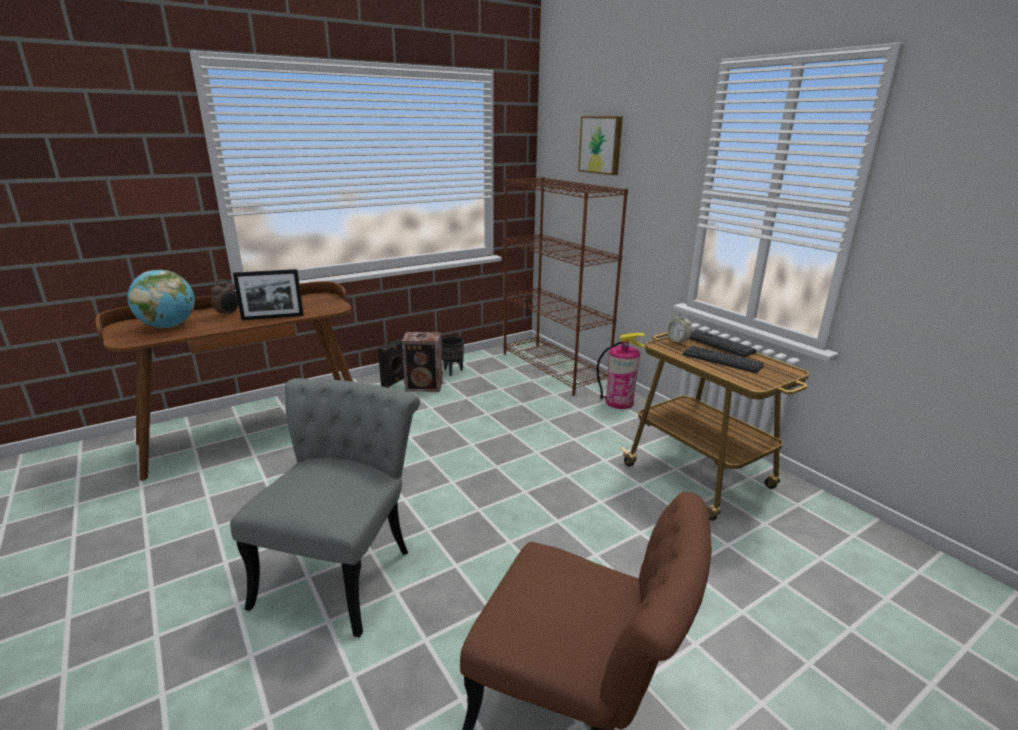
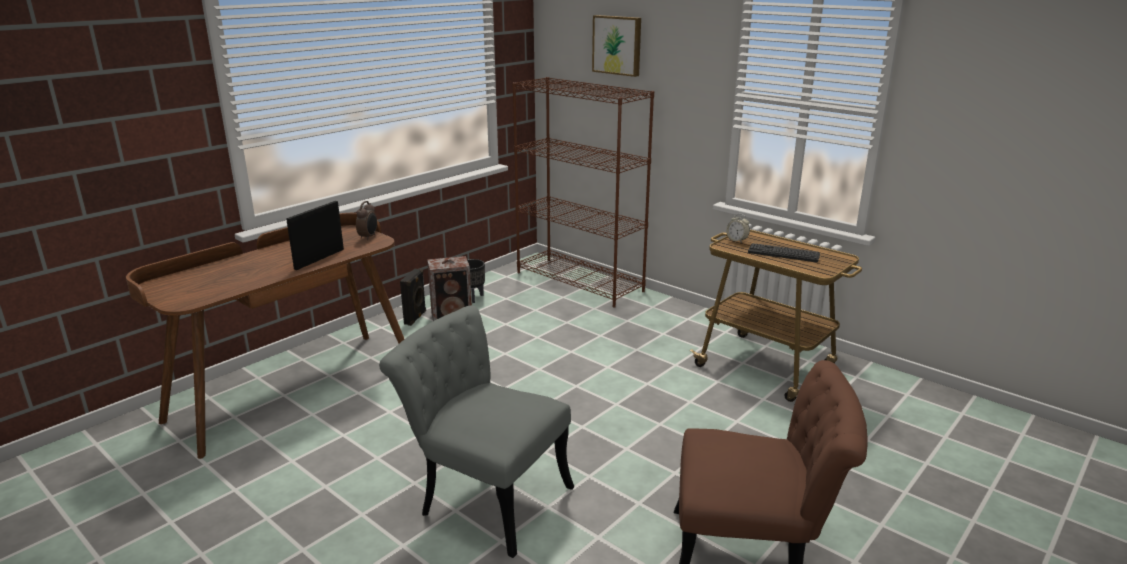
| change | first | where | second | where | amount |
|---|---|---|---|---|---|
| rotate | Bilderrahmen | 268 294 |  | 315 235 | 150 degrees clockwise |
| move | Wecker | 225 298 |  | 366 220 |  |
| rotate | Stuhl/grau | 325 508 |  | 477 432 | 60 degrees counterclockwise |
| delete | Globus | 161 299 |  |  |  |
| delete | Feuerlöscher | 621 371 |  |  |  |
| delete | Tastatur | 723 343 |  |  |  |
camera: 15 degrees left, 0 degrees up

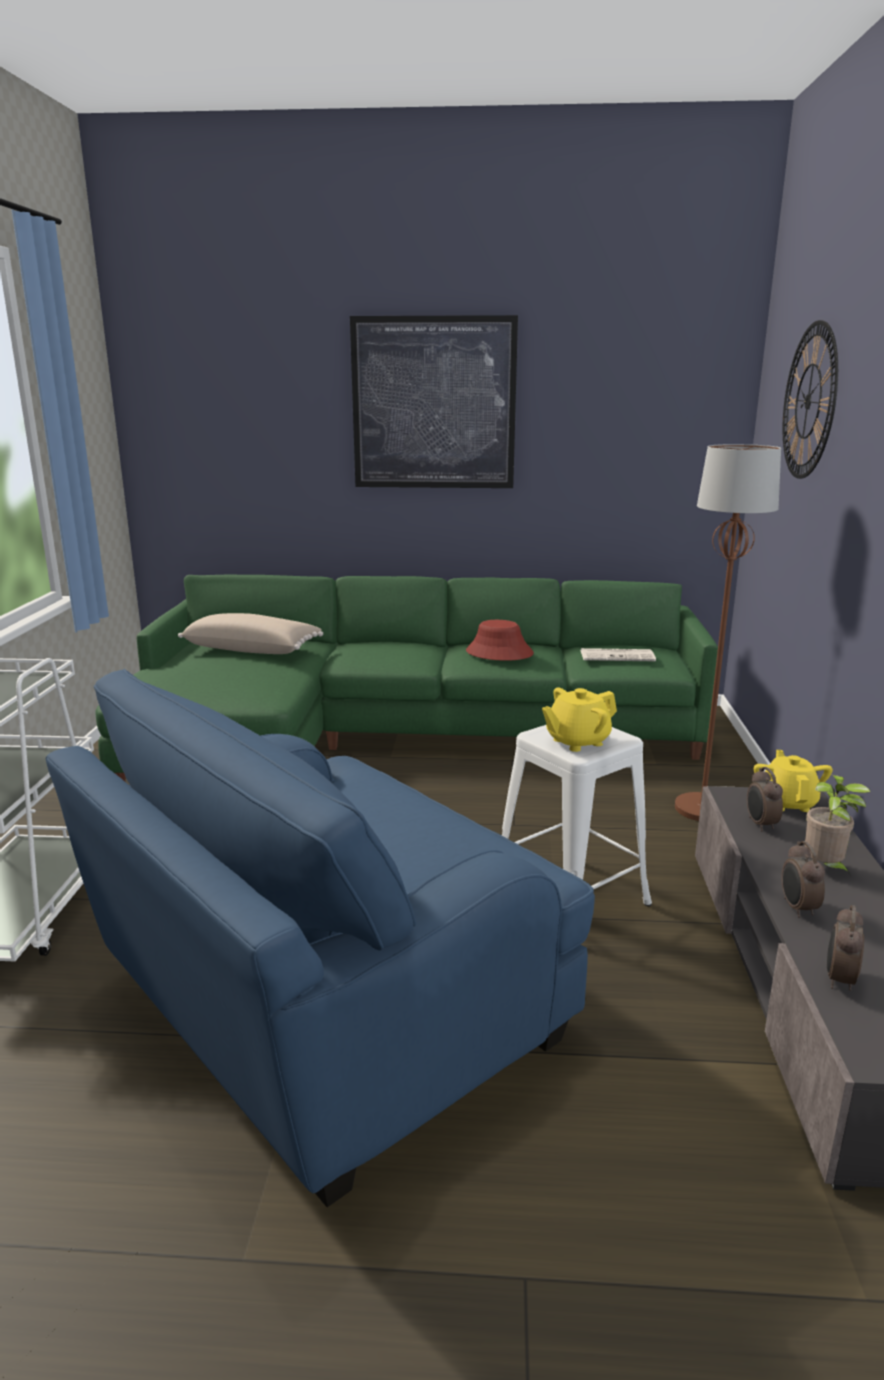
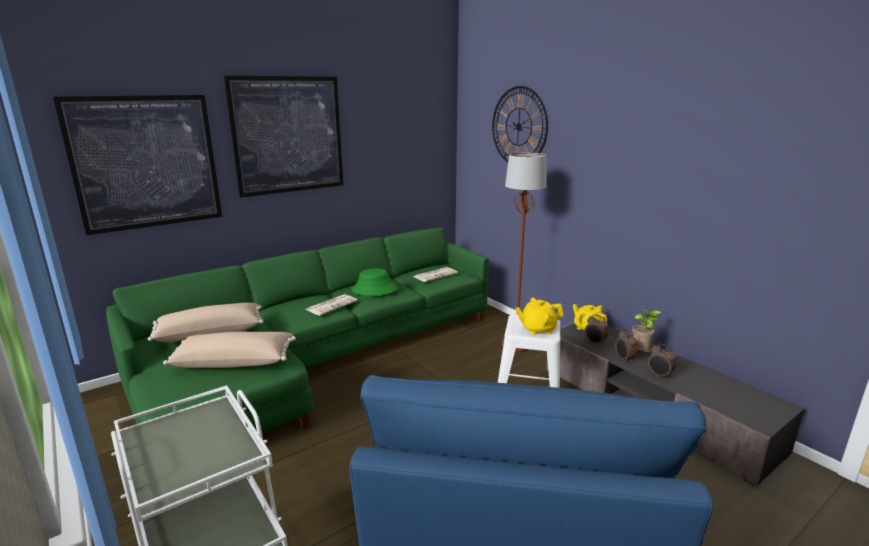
| change | first | where | second | where | amount |
|---|---|---|---|---|---|
| insert |  |  | Bild | 137 165 |  |
| insert |  |  | Kissen/beige | 229 350 |  |
| insert |  |  | Zeitung | 331 305 |  |
| recolor | Hut/rot | 500 640 | Hut/grün | 374 282 |  |
| rotate | Teekanne/gelb | 579 719 |  | 539 316 | 60 degrees clockwise |
| move | Wecker | 845 948 |  | 626 346 |  |
camera: 40 degrees left, 0 degrees up

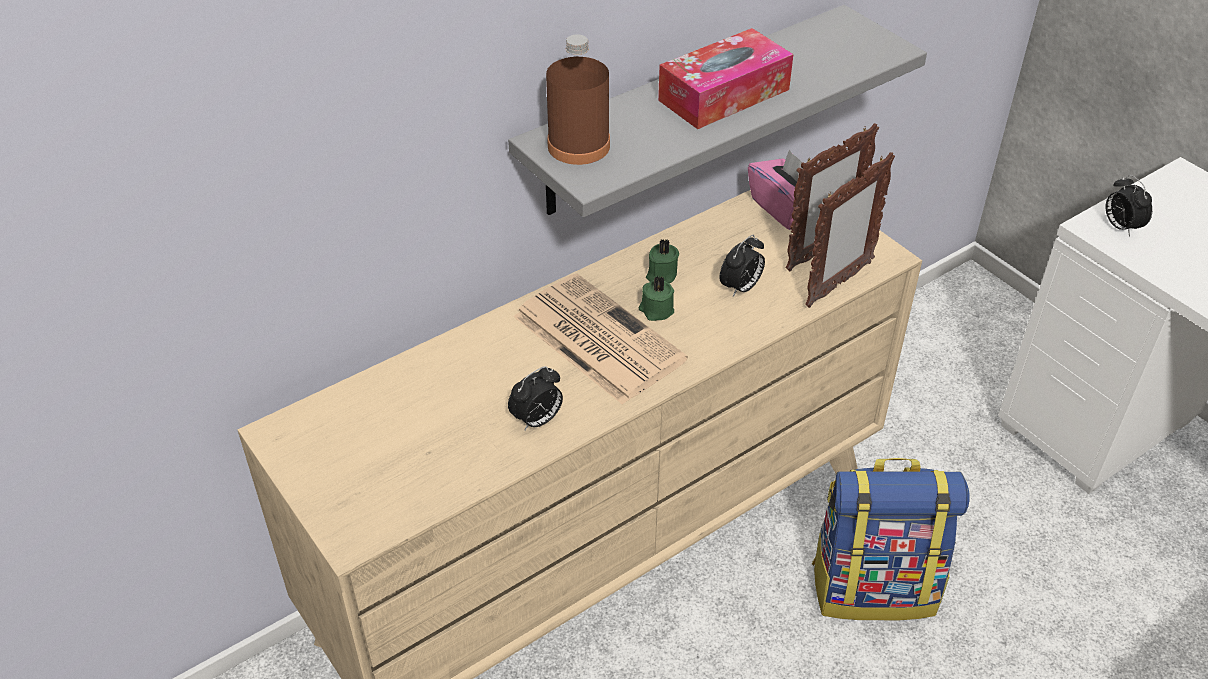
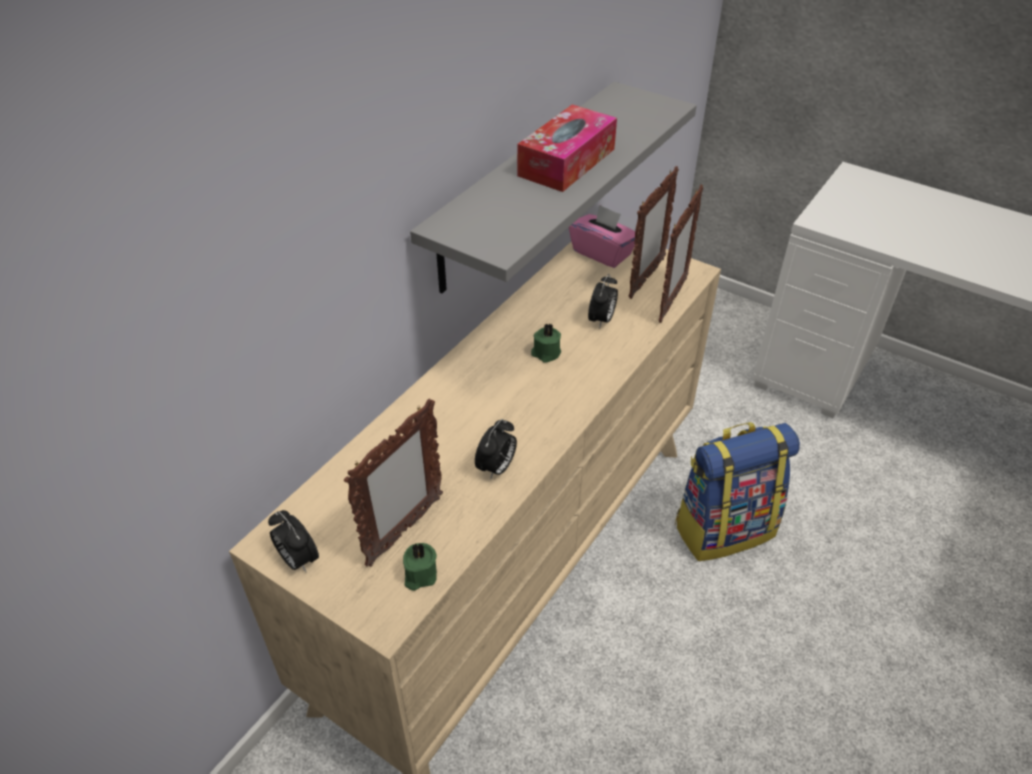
| change | first | where | second | where | amount |
|---|---|---|---|---|---|
| move | Wecker | 1129 206 |  | 293 541 |  |
| insert |  |  | Bilderrahmen | 393 483 |  |
| move | Kerze/grün | 662 261 |  | 420 567 |  |
| delete | Zeitung | 600 339 |  |  |  |
| delete | Flasche/braun | 578 99 |  |  |  |
camera: 20 degrees left, 0 degrees up

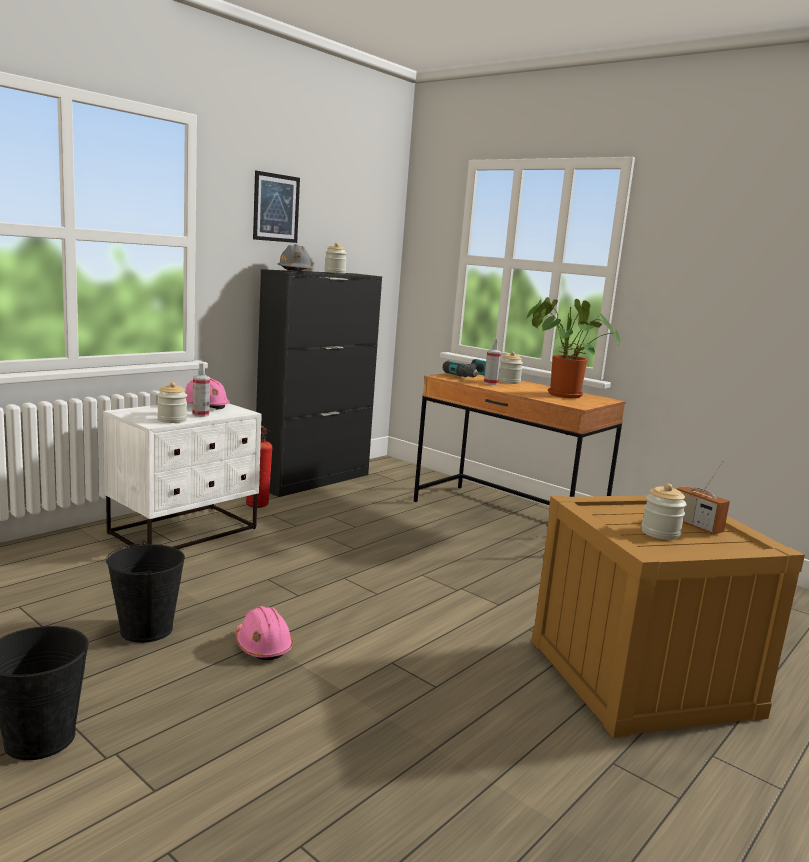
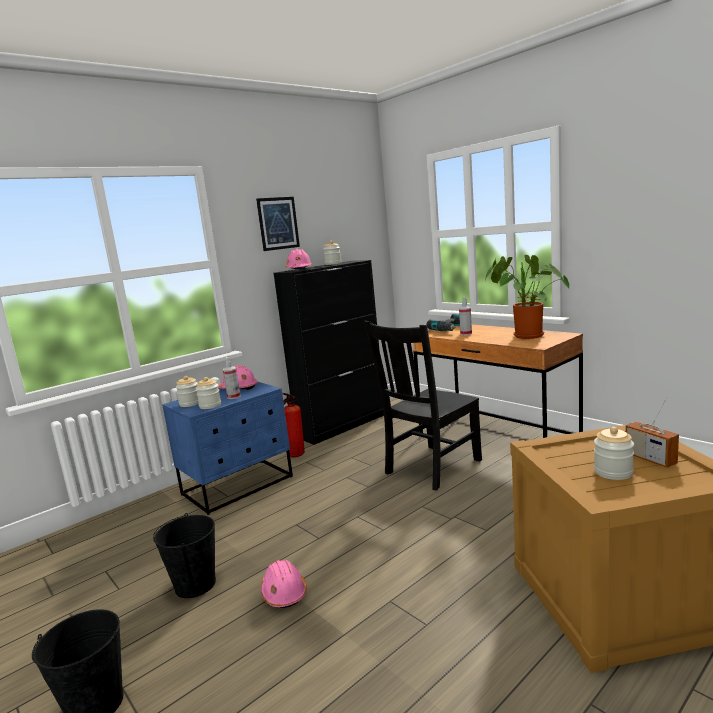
| change | first | where | second | where | amount |
|---|---|---|---|---|---|
| recolor | Nachttisch/weiß | 182 476 | Nachttisch/blau | 227 448 |  |
| move | Vorratsglas | 510 368 |  | 187 391 |  |
| recolor | Schutzhelm/grau | 295 257 | Schutzhelm/rosa | 298 259 |  |
| insert |  |  | Stuhl/schwarz | 423 406 |  |
camera: 10 degrees right, 0 degrees up

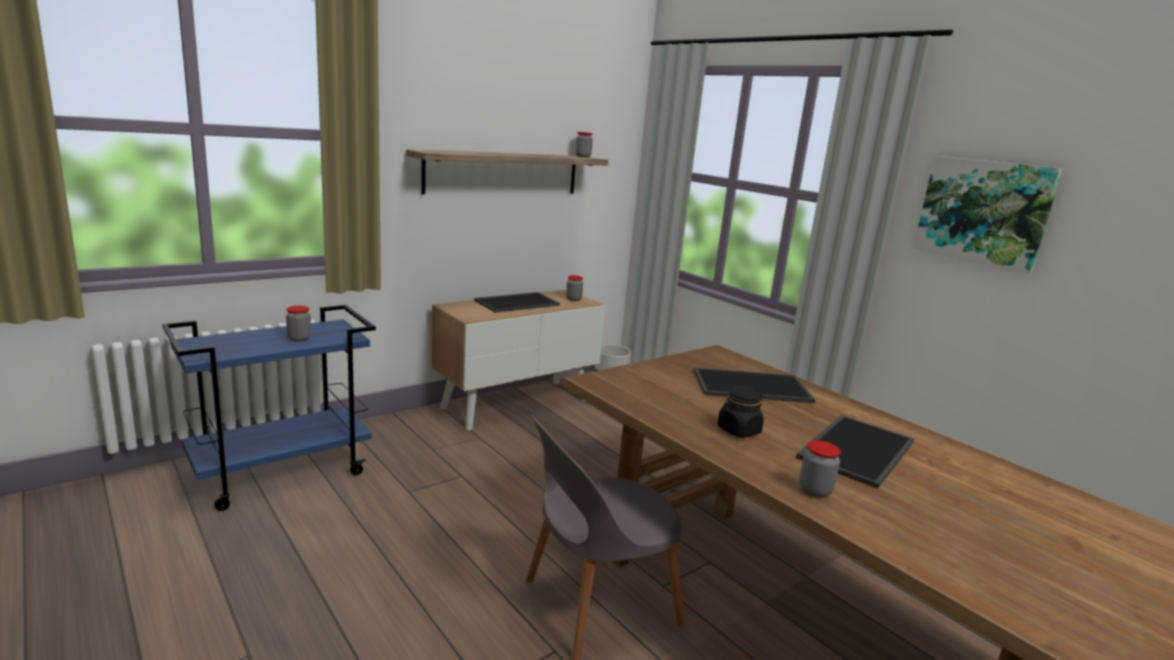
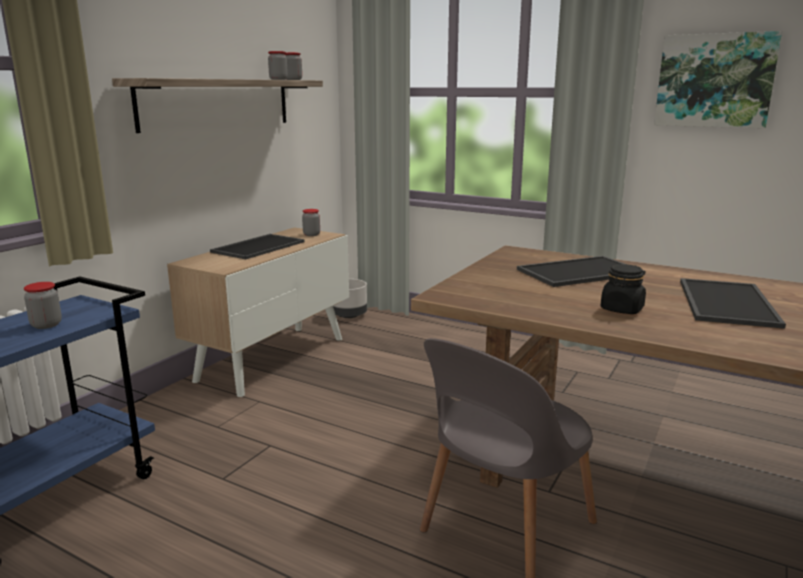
| change | first | where | second | where | amount |
|---|---|---|---|---|---|
| move | Vorratsglas | 820 469 |  | 278 65 |  |
camera: 20 degrees left, 0 degrees up

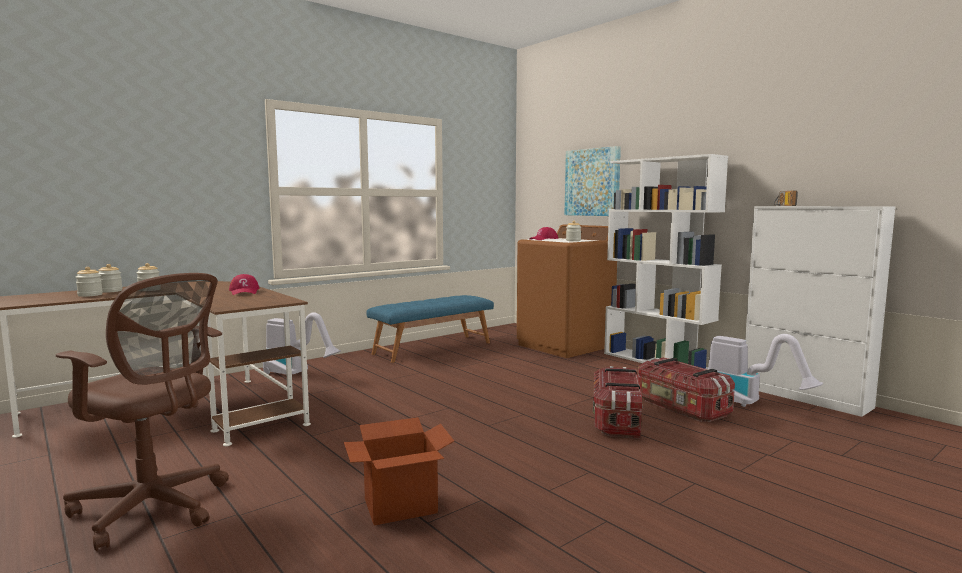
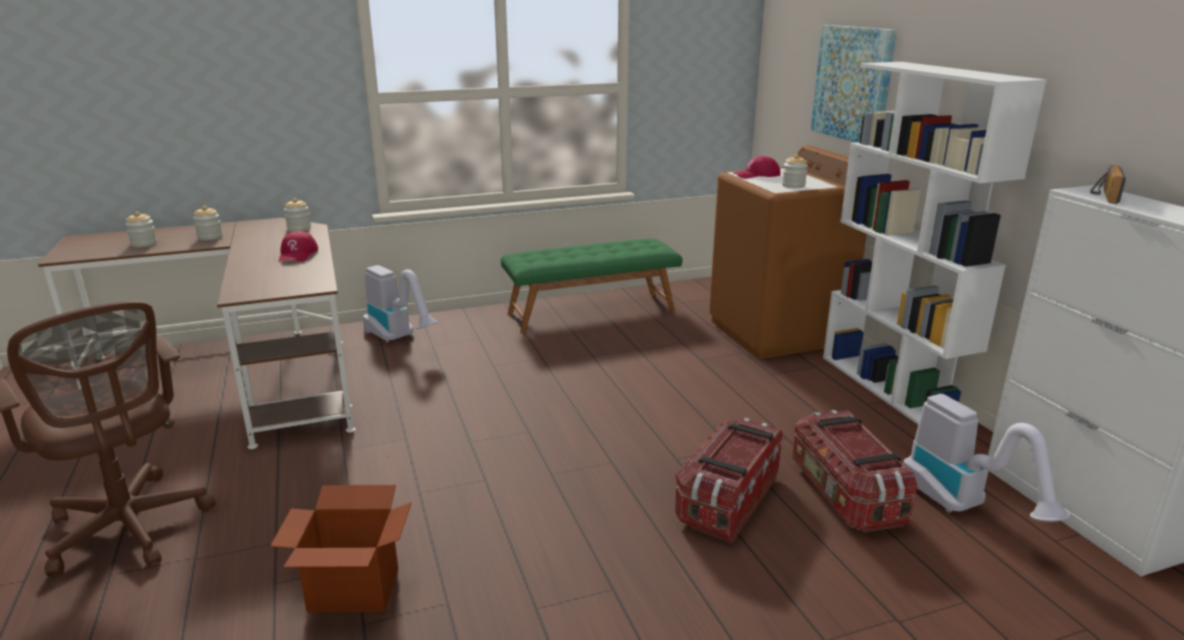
| change | first | where | second | where | amount |
|---|---|---|---|---|---|
| move | Vorratsglas | 111 278 |  | 297 215 |  |
| recolor | Bank/blau | 430 329 | Bank/grün | 591 286 |  |
camera: 20 degrees right, 15 degrees up

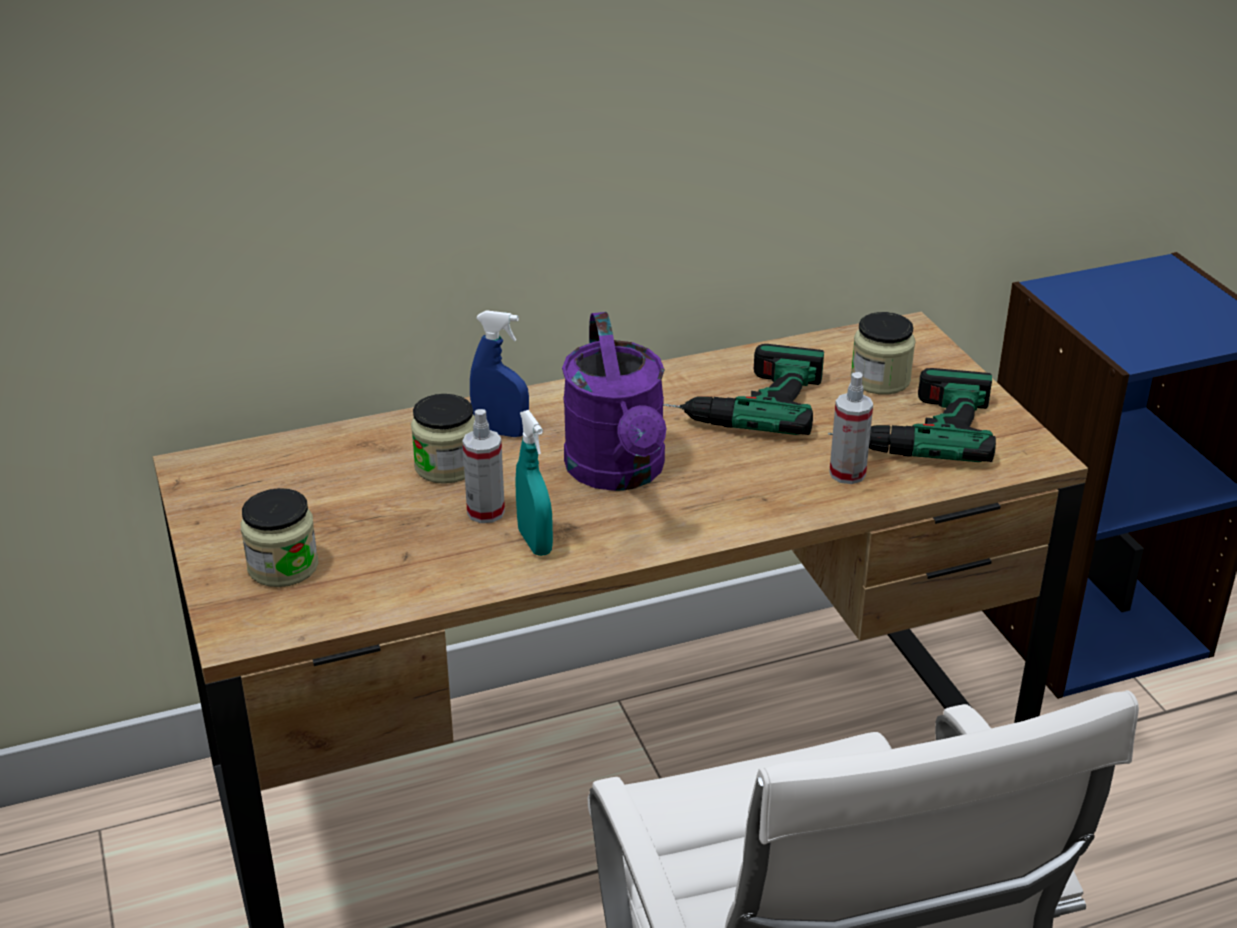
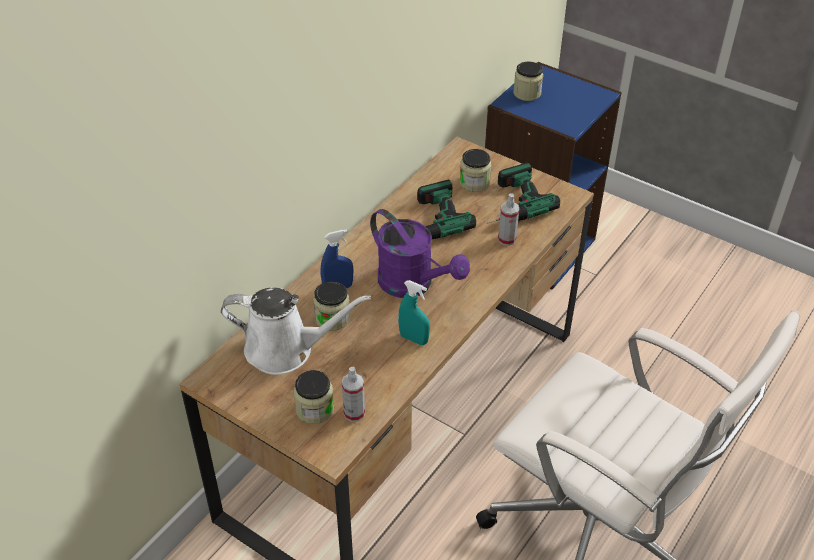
| change | first | where | second | where | amount |
|---|---|---|---|---|---|
| insert |  |  | Gießkanne/weiß | 296 331 |  |
| move | Sprühflasche | 484 466 |  | 353 394 |  |
| insert |  |  | Vorratsglas | 528 81 |  |
camera: 35 degrees left, 10 degrees up

